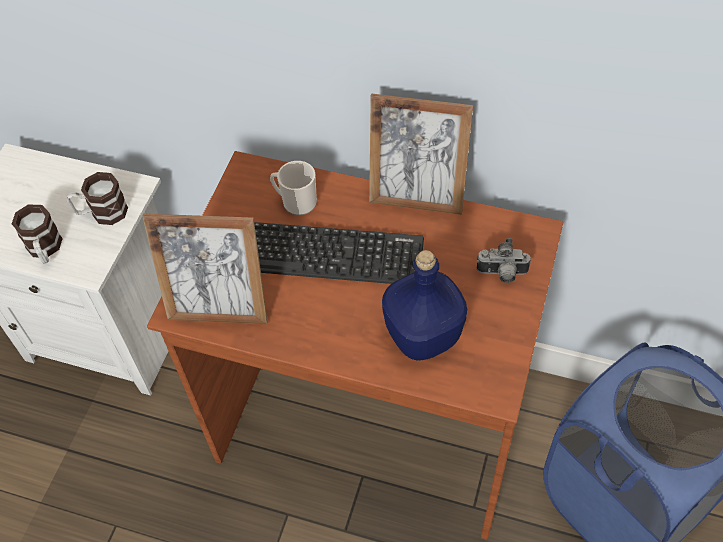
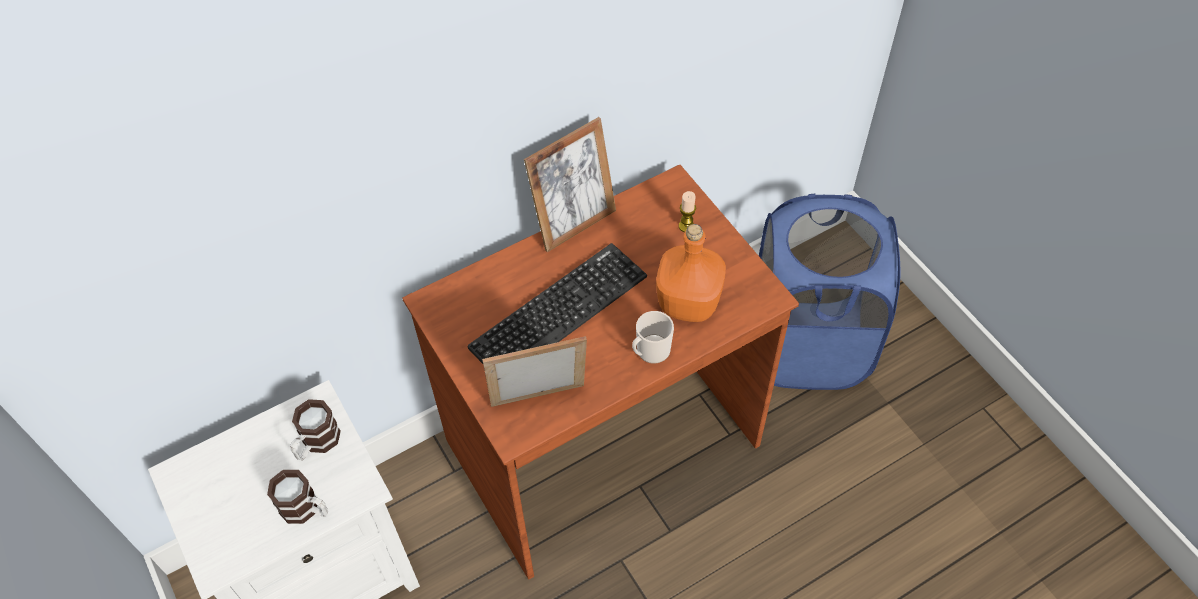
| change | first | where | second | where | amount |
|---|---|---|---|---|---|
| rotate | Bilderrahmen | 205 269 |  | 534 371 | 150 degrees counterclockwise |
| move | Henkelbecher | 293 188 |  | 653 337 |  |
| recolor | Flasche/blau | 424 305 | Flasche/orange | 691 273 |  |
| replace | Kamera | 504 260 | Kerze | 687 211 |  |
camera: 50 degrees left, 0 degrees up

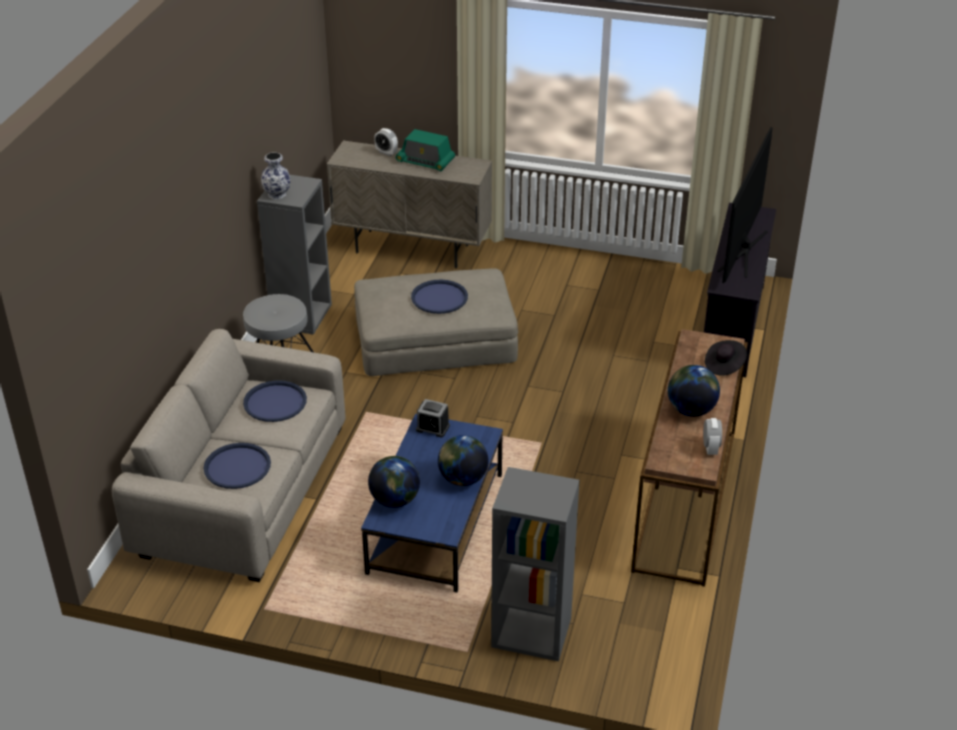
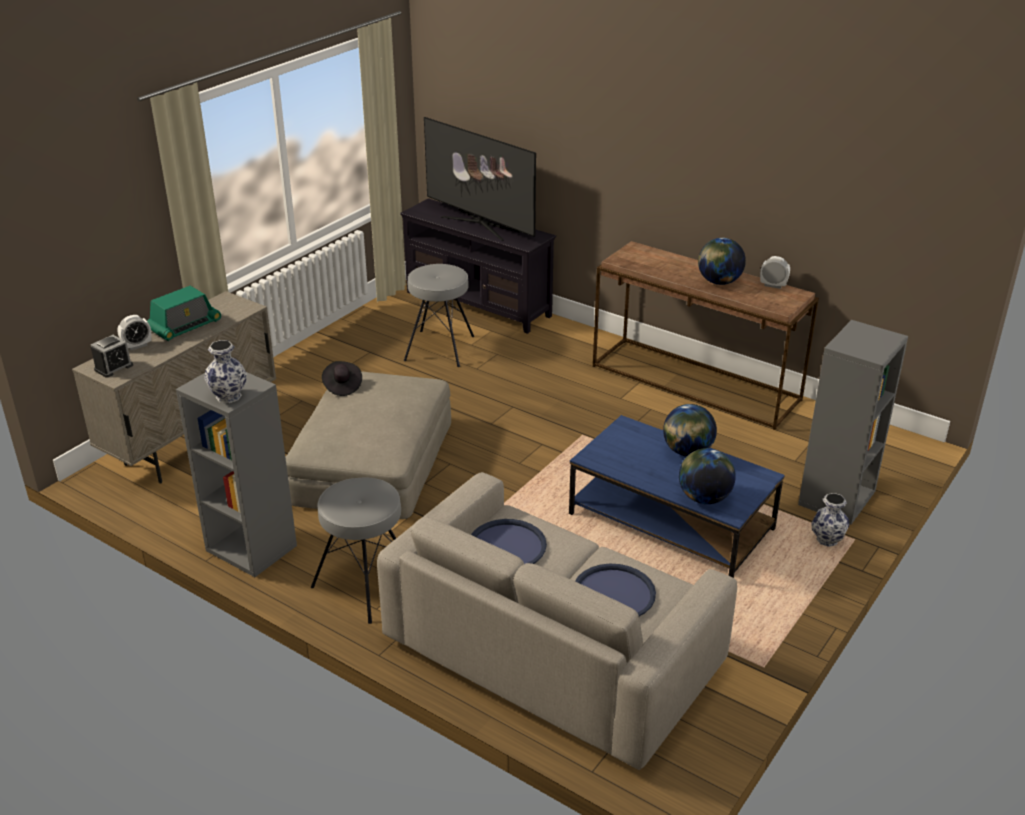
| change | first | where | second | where | amount |
|---|---|---|---|---|---|
| move | Wecker | 433 418 |  | 112 356 |  |
| move | Hut/schwarz | 726 358 |  | 342 378 |  |
| insert |  |  | Hocker/grau | 439 315 |  |
| insert |  |  | Vase | 830 520 |  |
| delete | Tablett/blau | 439 297 |  |  |  |
camera: 70 degrees left, 5 degrees down

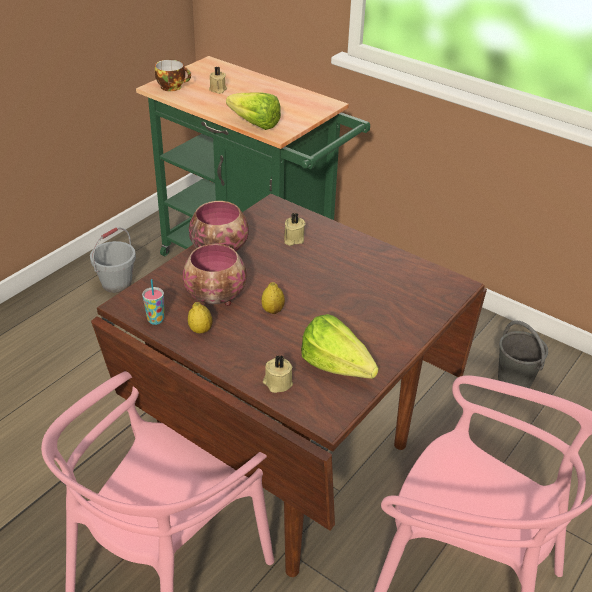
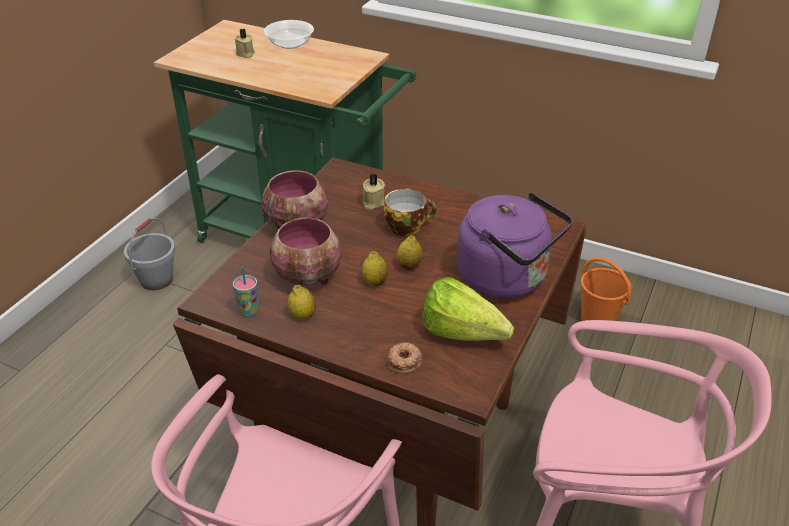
| change | first | where | second | where | amount |
|---|---|---|---|---|---|
| insert |  |  | Schüssel | 289 34 |  |
| move | Tasse | 173 75 |  | 410 212 |  |
| replace | Kerze/beige | 278 374 | Donut | 404 358 |  |
| insert |  |  | Zitrone | 410 253 |  |
| insert |  |  | Wasserkessel/lila | 515 245 |  |
| recolor | Eimer/grau | 523 354 | Eimer/orange | 606 289 |  |
| delete | Salatkopf | 253 111 |  |  |  |
camera: 10 degrees left, 0 degrees up

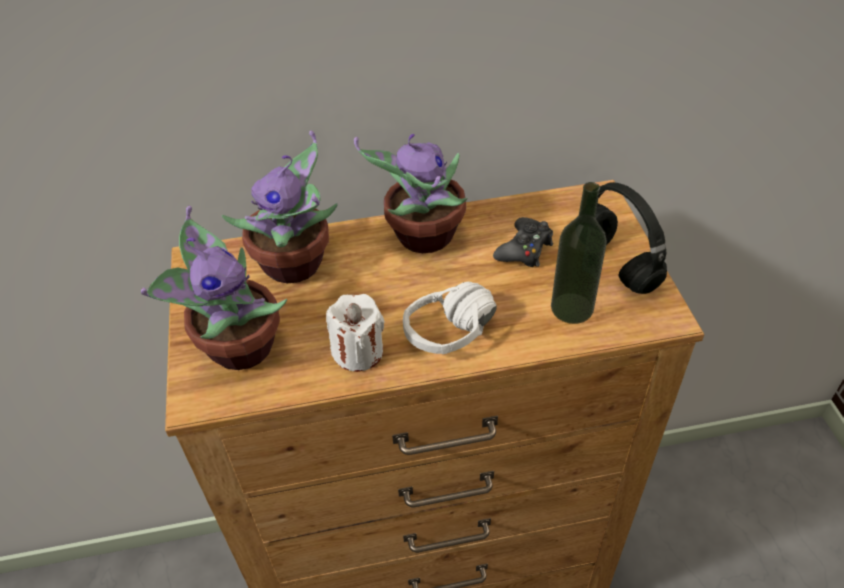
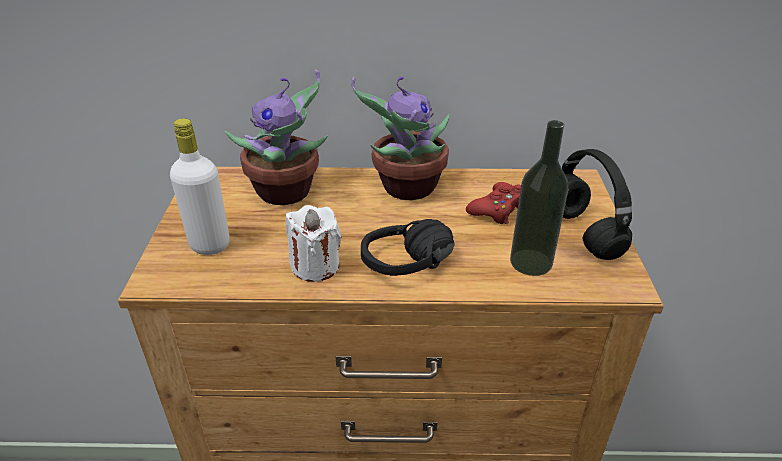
| change | first | where | second | where | amount |
|---|---|---|---|---|---|
| replace | Topfpflanze | 214 288 | Flasche/weiß | 200 187 |  |
| recolor | Kopfhörer/weiß | 450 318 | Kopfhörer/schwarz | 408 247 |  |
| recolor | Gamepad/schwarz | 523 242 | Gamepad/rot | 493 203 |  |
camera: 10 degrees right, 10 degrees down

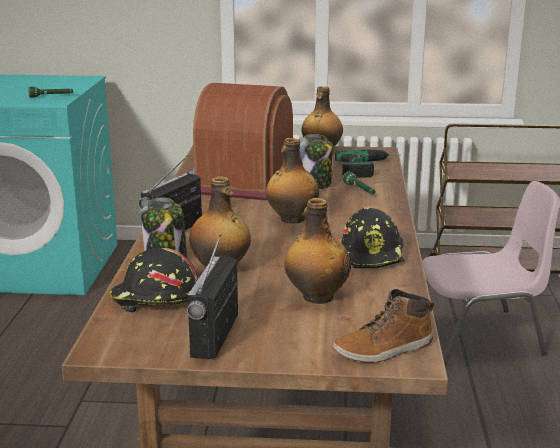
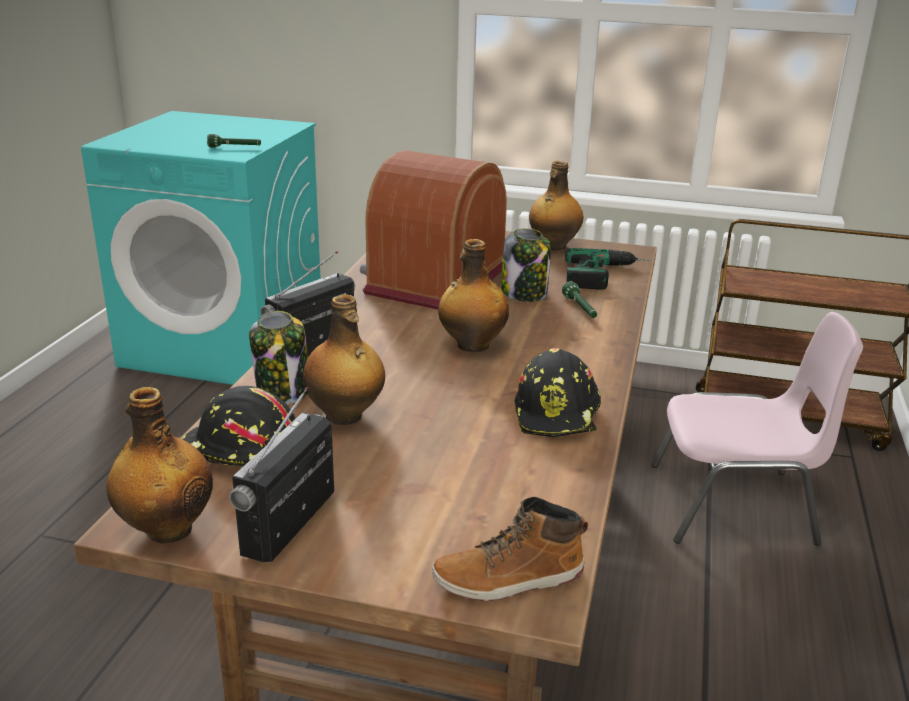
| change | first | where | second | where | amount |
|---|---|---|---|---|---|
| move | Flasche | 317 251 |  | 160 465 |  |
camera: 10 degrees right, 5 degrees up

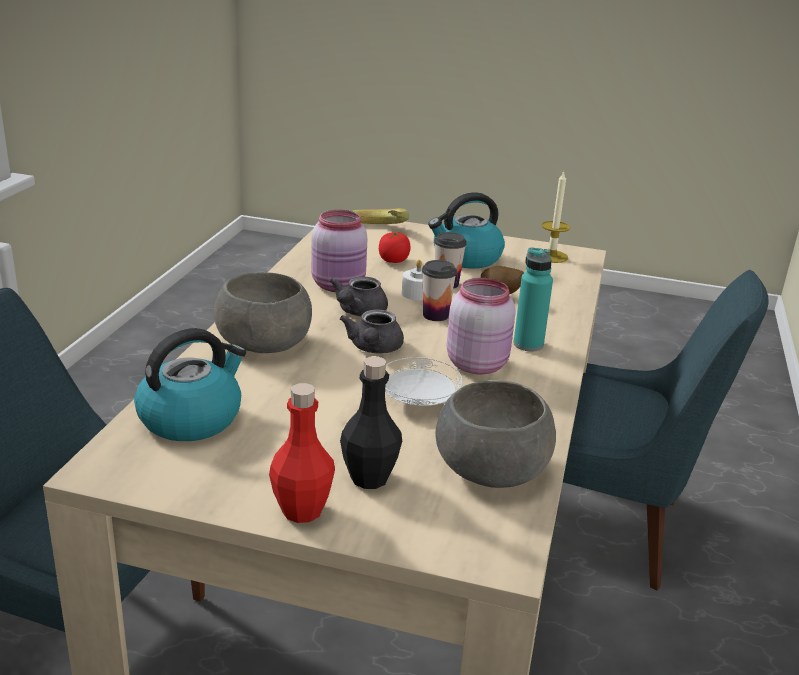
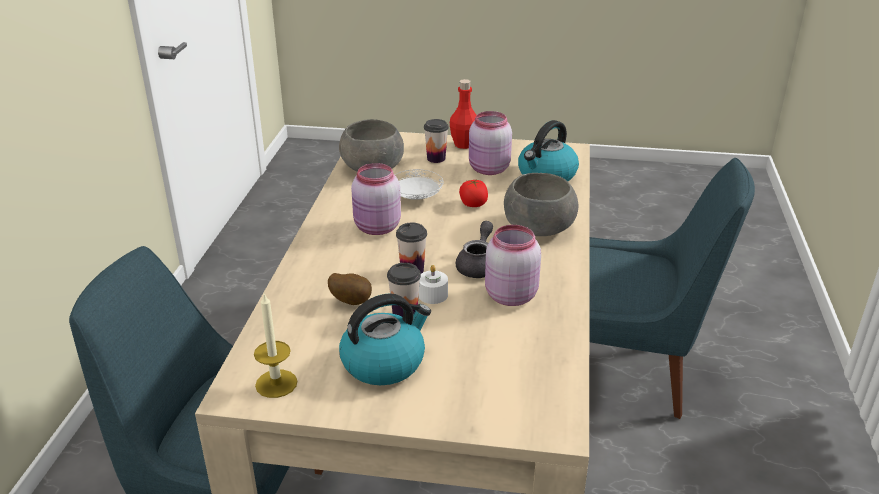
| change | first | where | second | where | amount |
|---|---|---|---|---|---|
| replace | Flasche/schwarz | 371 422 | Tasse | 436 141 |  |
| move | Tomate | 395 247 |  | 473 193 |  |
| insert |  |  | Vorratsglas/rosa | 490 143 |  |
| delete | Teekanne/grau | 372 331 |  |  |  |
| delete | Banane | 380 216 |  |  |  |
| delete | Flasche/türkis | 533 300 |  |  |  |
camera: 175 degrees right, 5 degrees up

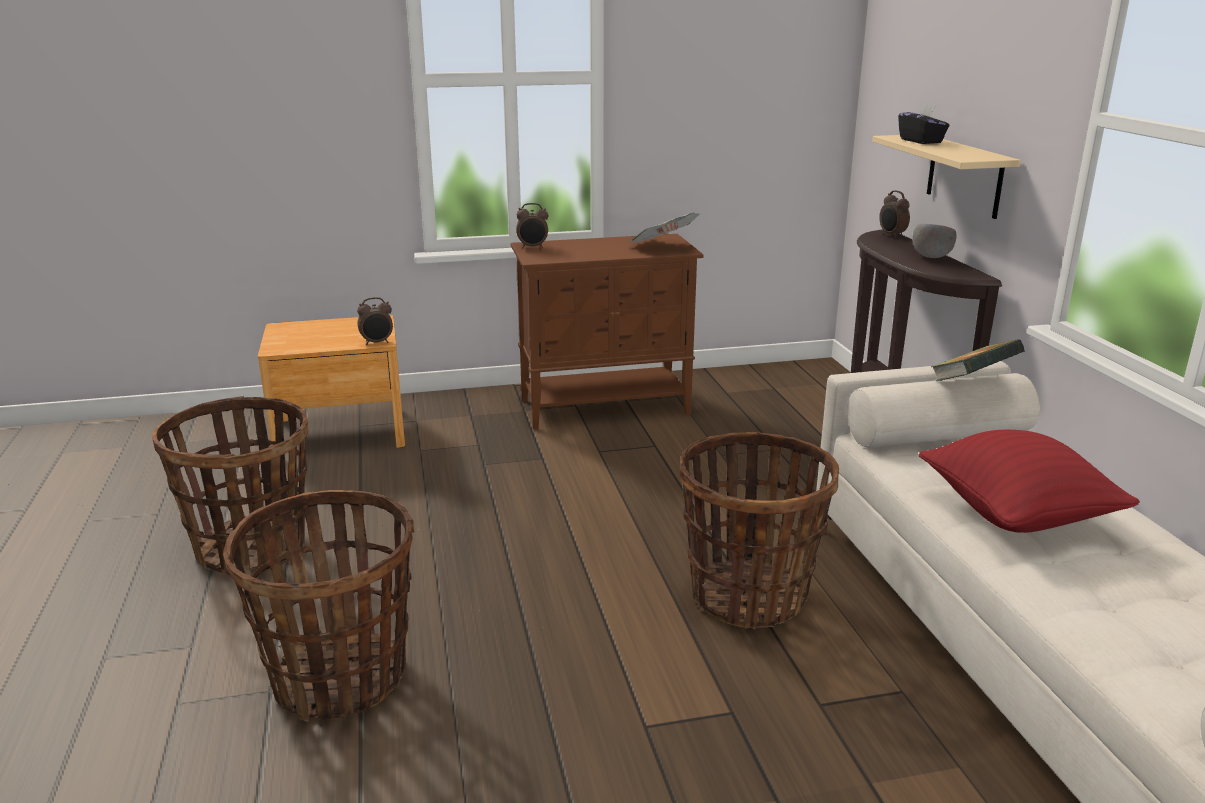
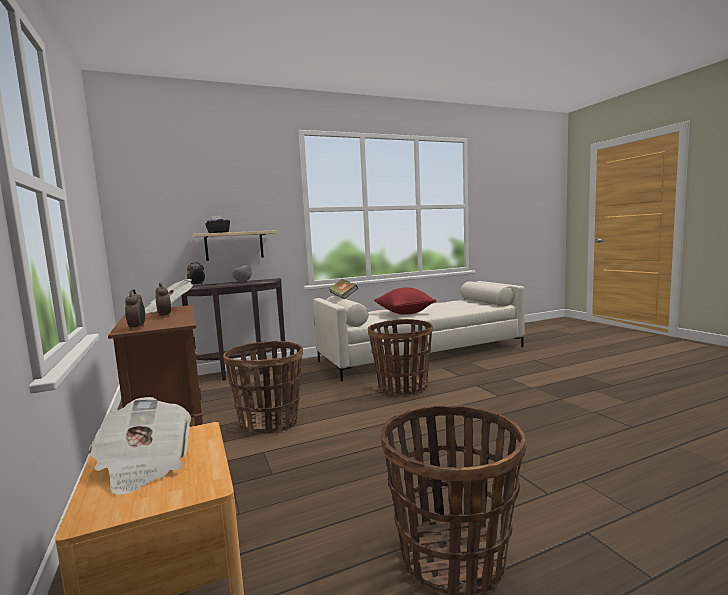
| change | first | where | second | where | amount |
|---|---|---|---|---|---|
| insert |  |  | Zeitung | 140 446 |  |
| move | Wecker | 375 321 |  | 163 300 |  |
| move | Korb | 318 606 |  | 263 387 |  |
camera: 100 degrees left, 15 degrees down

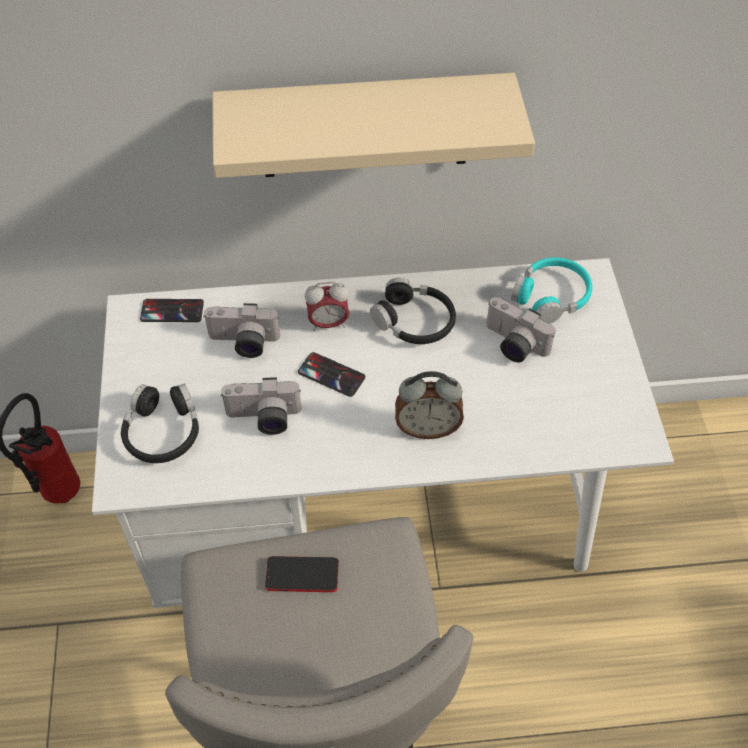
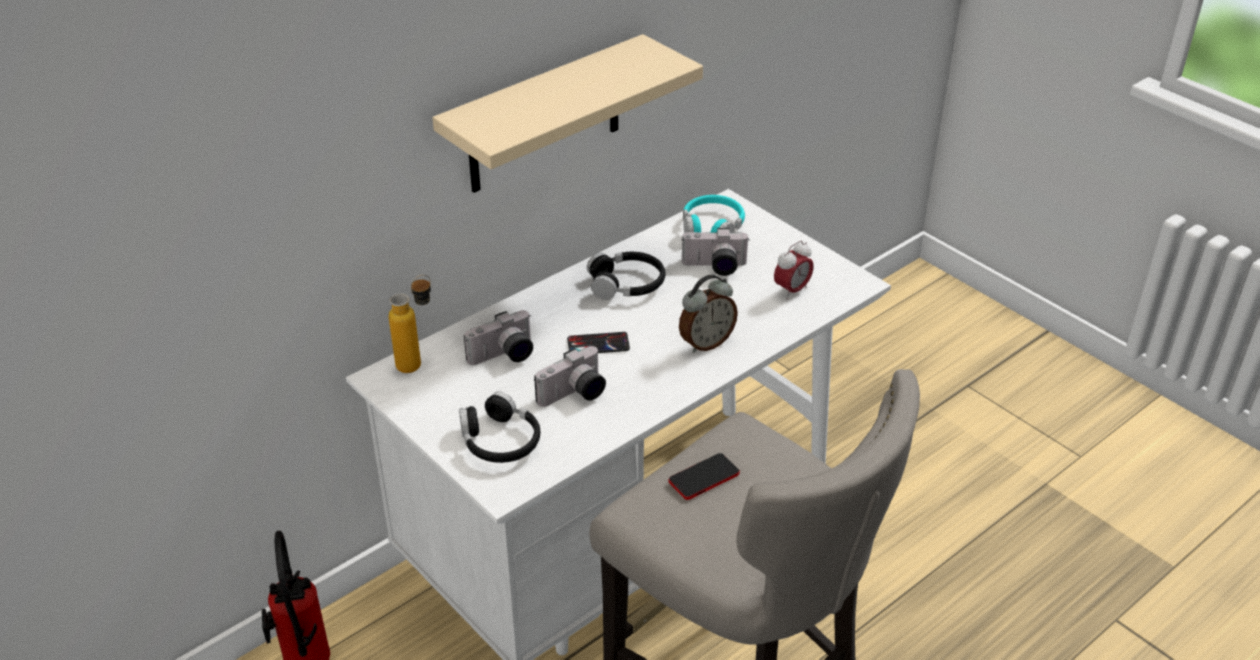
| change | first | where | second | where | amount |
|---|---|---|---|---|---|
| replace | Handy | 172 310 | Flasche | 410 324 |  |
| move | Wecker | 327 306 |  | 794 270 |  |
camera: 35 degrees left, 15 degrees down

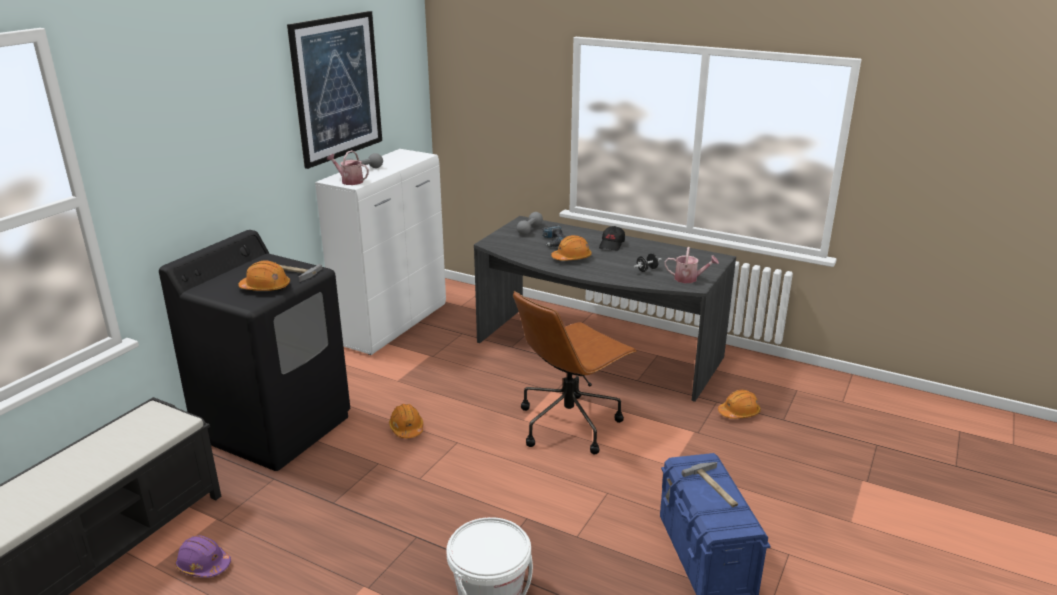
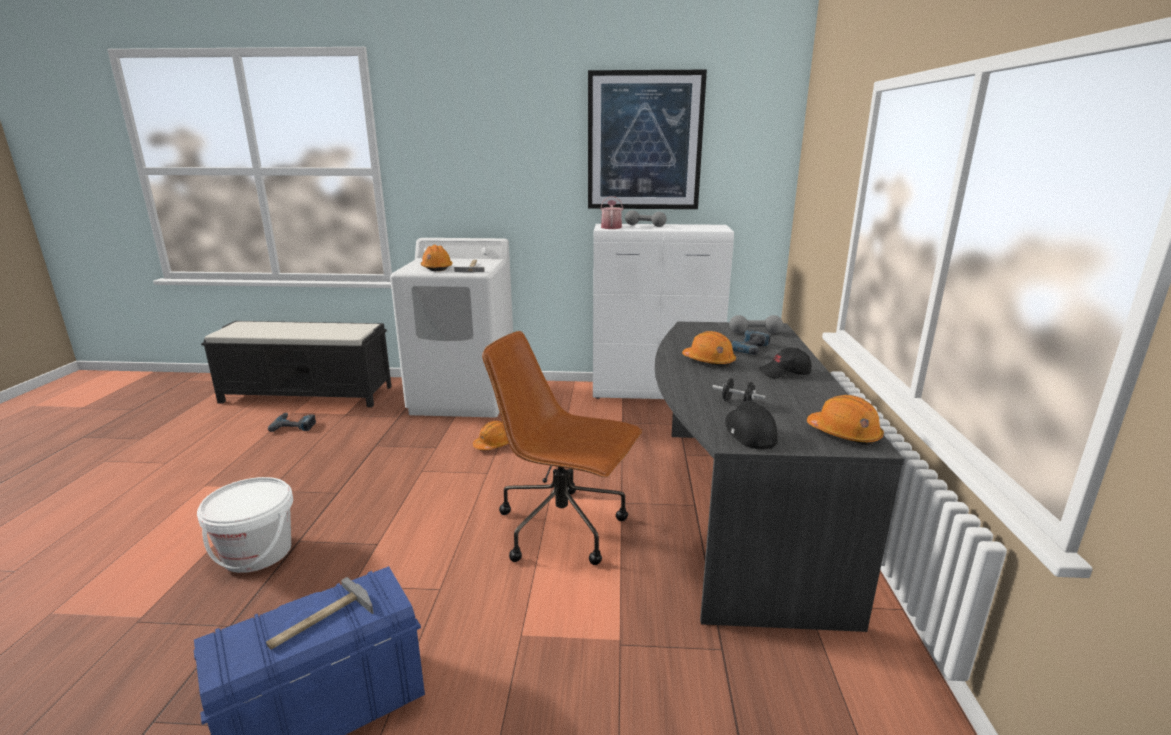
| change | first | where | second | where | amount |
|---|---|---|---|---|---|
| replace | Schutzhelm/lila | 203 556 | Bohrmaschine | 292 422 |  |
| recolor | Waschmaschine/schwarz | 254 350 | Waschmaschine/weiß | 451 327 |  |
| replace | Gießkanne | 692 265 | Kappe/schwarz | 751 425 |  |
| move | Schutzhelm/orange | 739 404 |  | 845 420 |  |
camera: 65 degrees right, 5 degrees down

